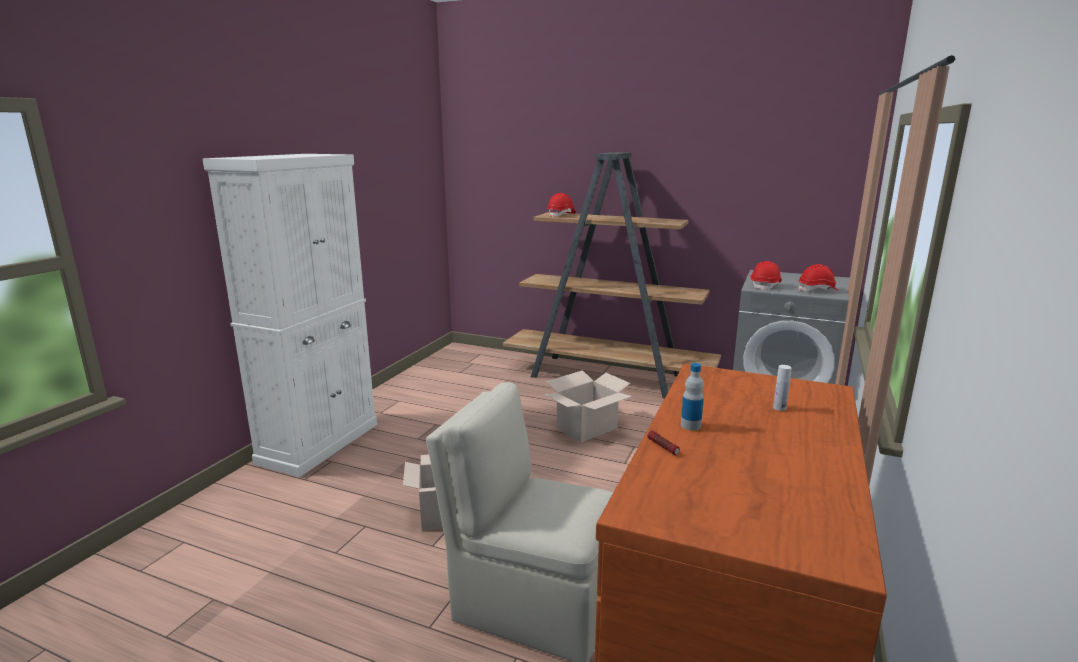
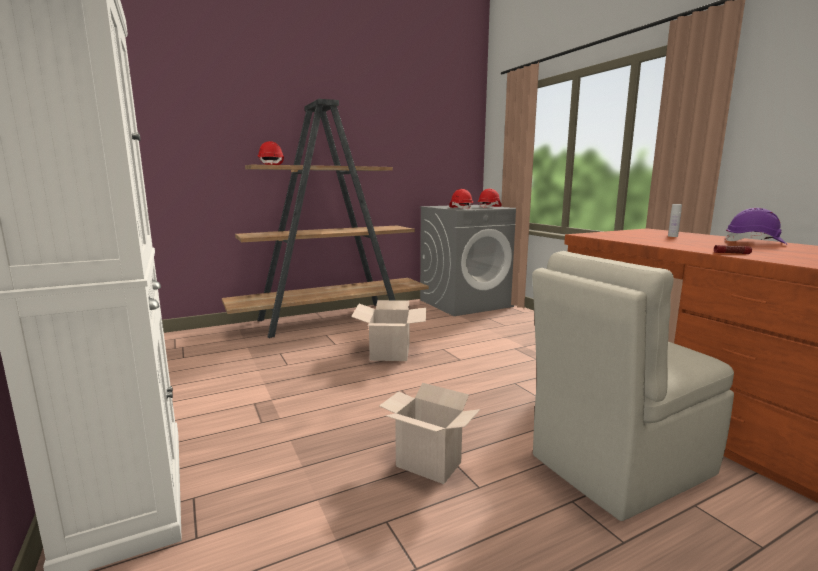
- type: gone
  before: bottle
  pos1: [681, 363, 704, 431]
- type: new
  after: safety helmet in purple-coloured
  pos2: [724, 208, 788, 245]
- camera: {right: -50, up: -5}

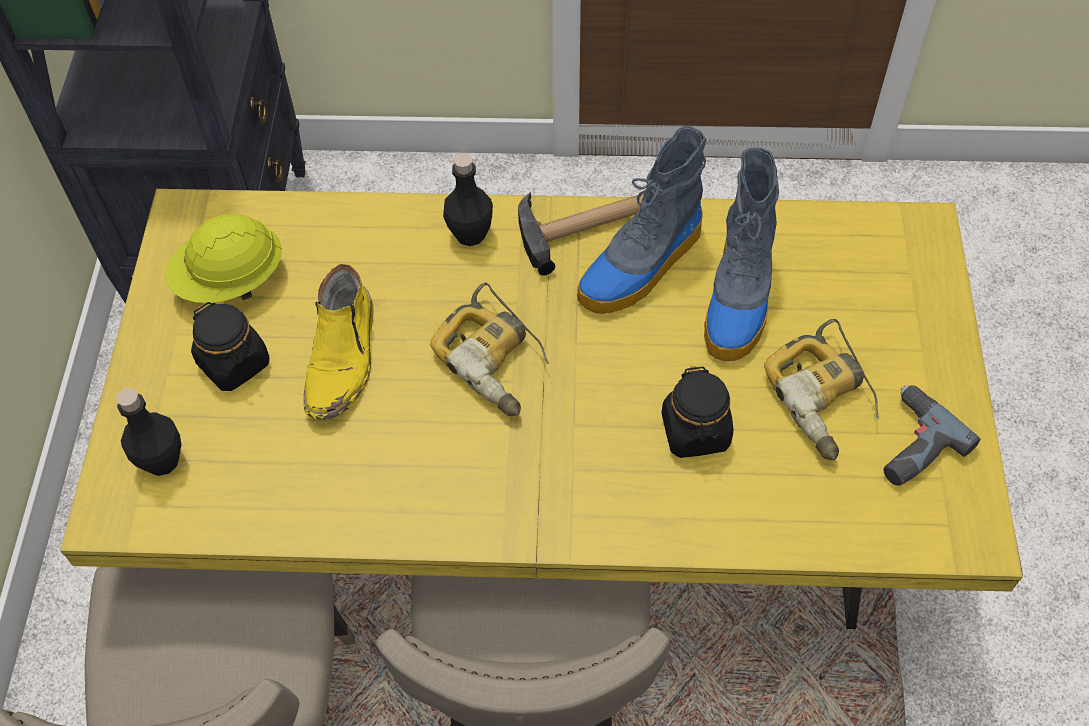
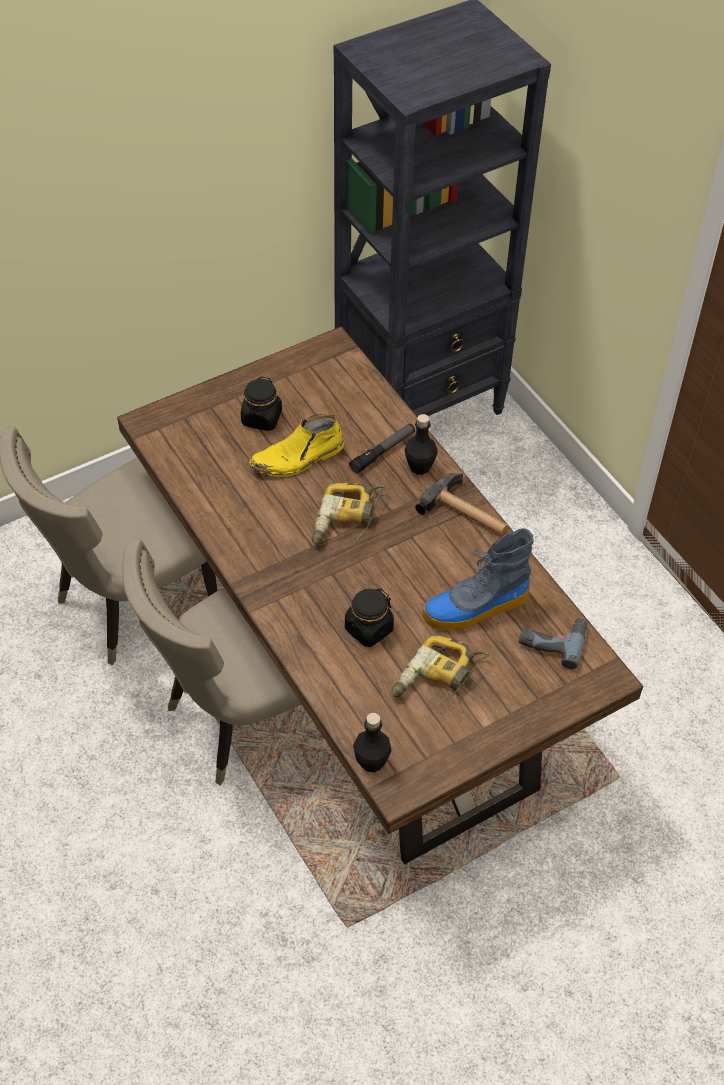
- type: repainted
  before: dining table in yellow-coloured
  after: dining table in brownish
  pos1: [60, 189, 1023, 629]
  pos2: [117, 326, 643, 865]
- type: shifted
  before: bottle in blackish
  pos1: [116, 388, 181, 476]
  pos2: [353, 713, 392, 772]
- type: gone
  before: safety helmet in yellow-coloured
  pos1: [165, 214, 282, 303]
- type: gone
  before: boot
  pos1: [577, 126, 706, 314]
- type: shifted
  before: drill
  pos1: [884, 385, 981, 486]
  pos2: [519, 618, 587, 669]
- type: new
  after: flashlight
  pos2: [349, 424, 415, 474]
- camera: {right: 55, up: -5}

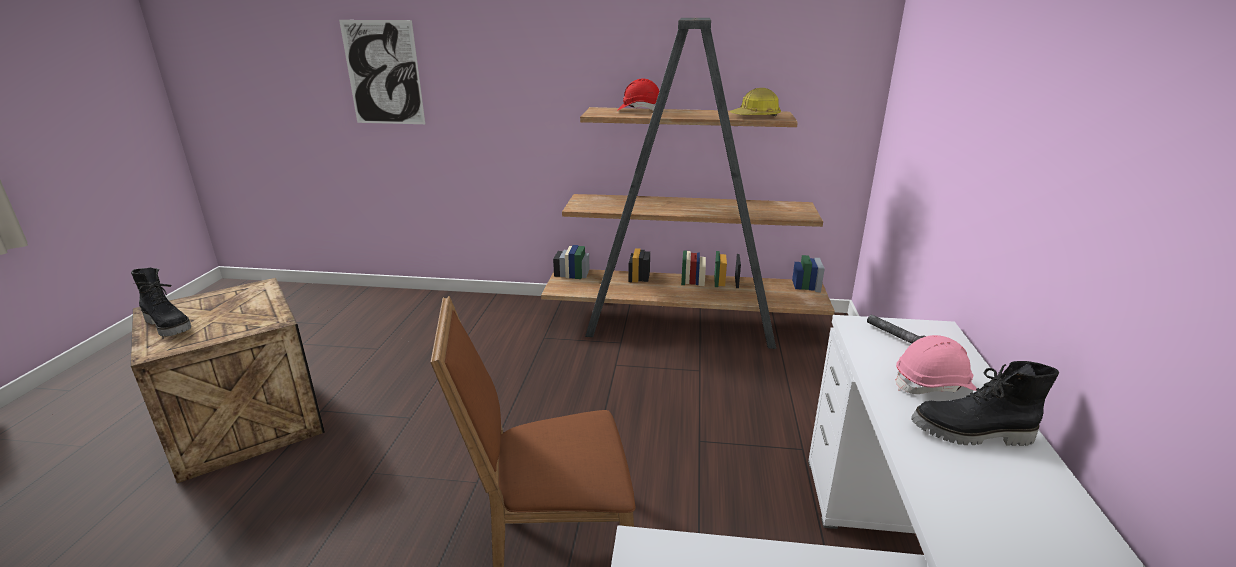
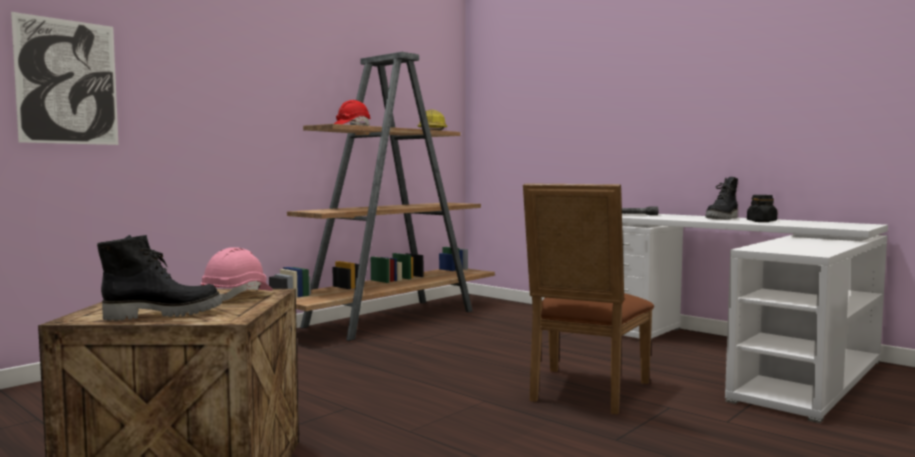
- type: shifted
  before: safety helmet in pink-coloured
  pos1: [895, 335, 977, 394]
  pos2: [201, 247, 273, 301]
- type: new
  after: jar in blackish
  pos2: [747, 195, 777, 222]
- camera: {right: -55, up: -20}

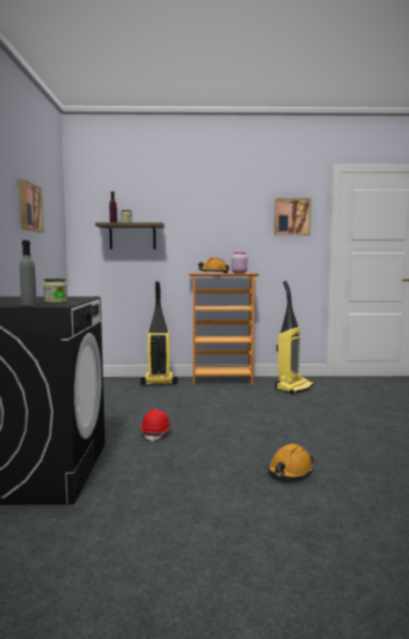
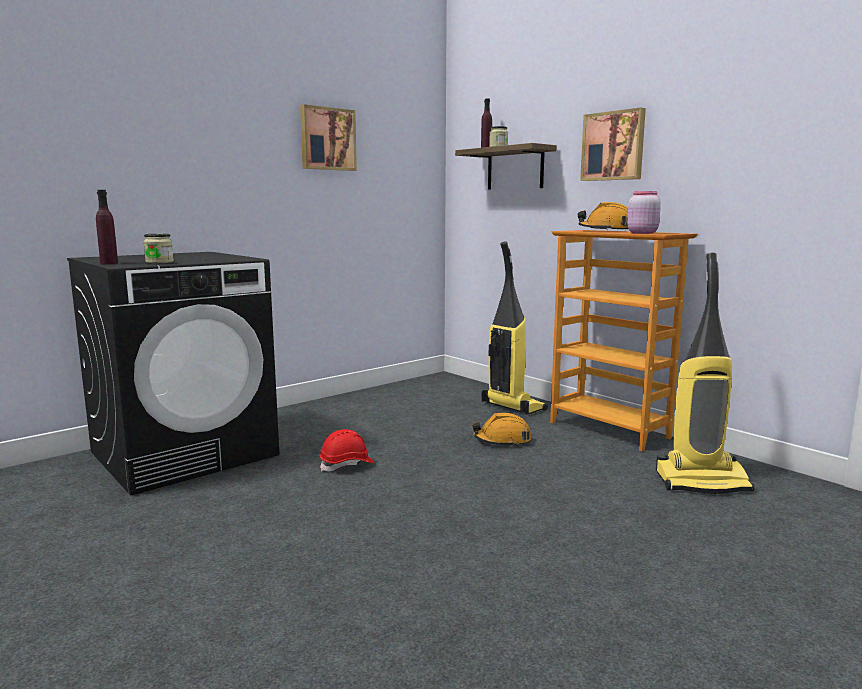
- type: repainted
  before: bottle in greyish
  after: bottle in purple-coloured
  pos1: [20, 240, 37, 306]
  pos2: [96, 190, 118, 264]
- type: shifted
  before: safety helmet in orange
  pos1: [268, 444, 314, 479]
  pos2: [472, 413, 531, 447]
- type: shifted
  before: wall art
  pos1: [274, 198, 311, 235]
  pos2: [580, 107, 646, 181]
- camera: {right: 50, up: 5}

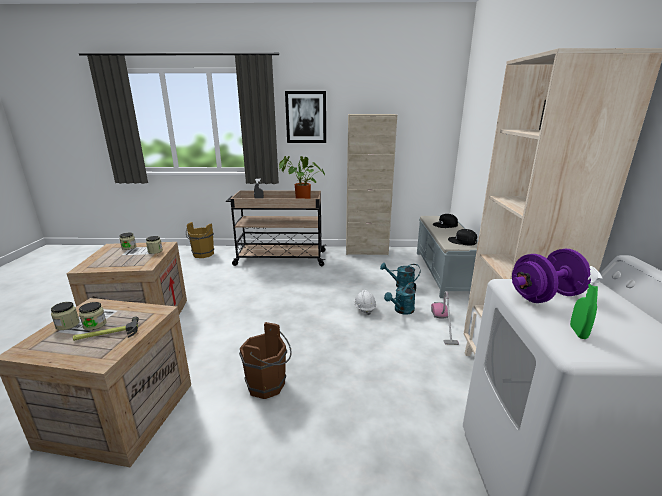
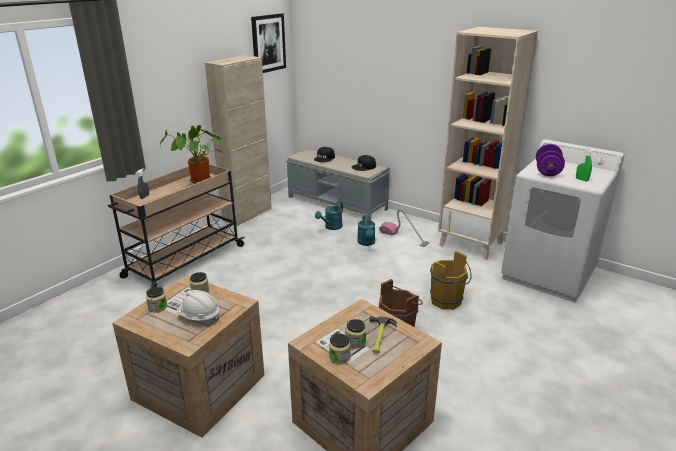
- type: shifted
  before: water bucket in brownish
  pos1: [186, 222, 214, 258]
  pos2: [430, 251, 472, 310]
- type: shifted
  before: wall art
  pos1: [285, 91, 326, 143]
  pos2: [251, 13, 286, 73]
- type: shifted
  before: safety helmet in whitish
  pos1: [354, 290, 376, 315]
  pos2: [177, 290, 219, 322]
- camera: {right: -55, up: 5}

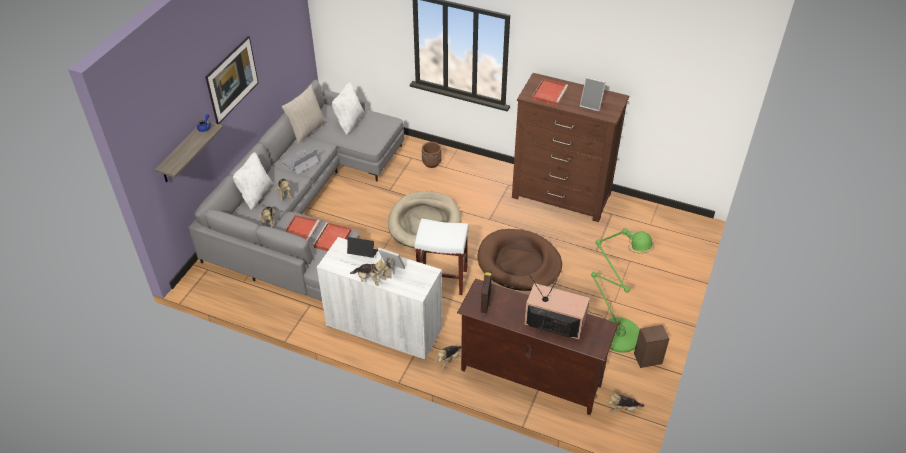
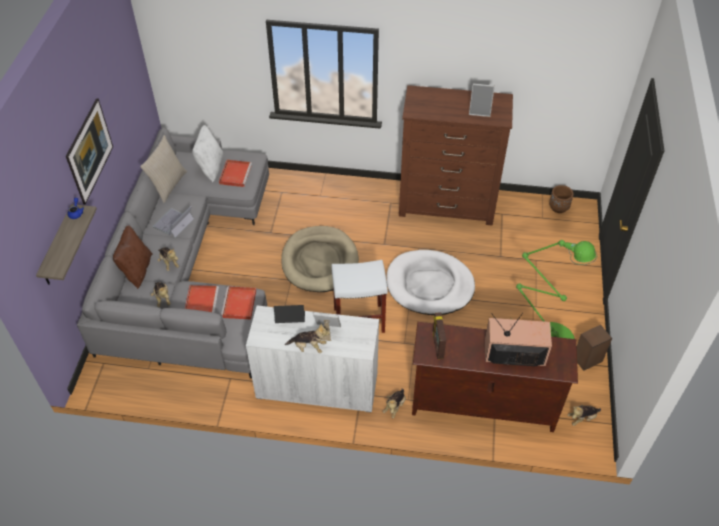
- type: repainted
  before: pillow in whitish
  after: pillow in brownish
  pos1: [233, 152, 273, 210]
  pos2: [113, 225, 153, 289]
- type: shifted
  before: planter in brownish
  pos1: [422, 142, 442, 168]
  pos2: [549, 185, 574, 213]
- type: repainted
  before: dog bed in brownish
  after: dog bed in whitish
  pos1: [478, 229, 562, 291]
  pos2: [386, 250, 475, 315]
- type: shifted
  before: carrying tray in red
  pos1: [532, 78, 568, 106]
  pos2: [219, 160, 252, 187]
- camera: {right: -15, up: 5}

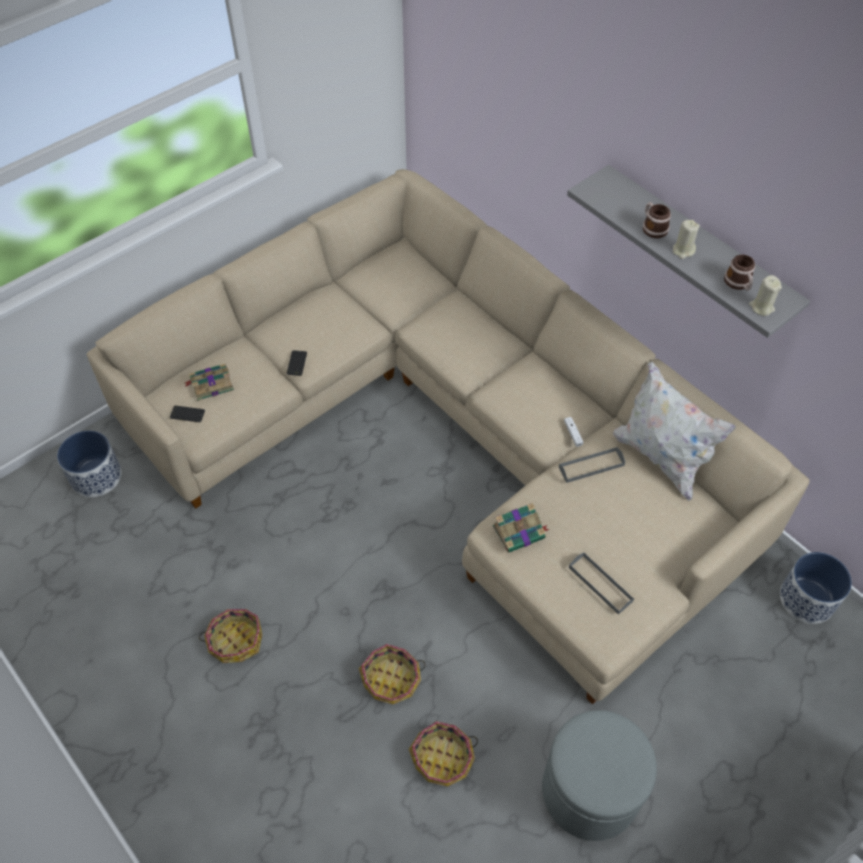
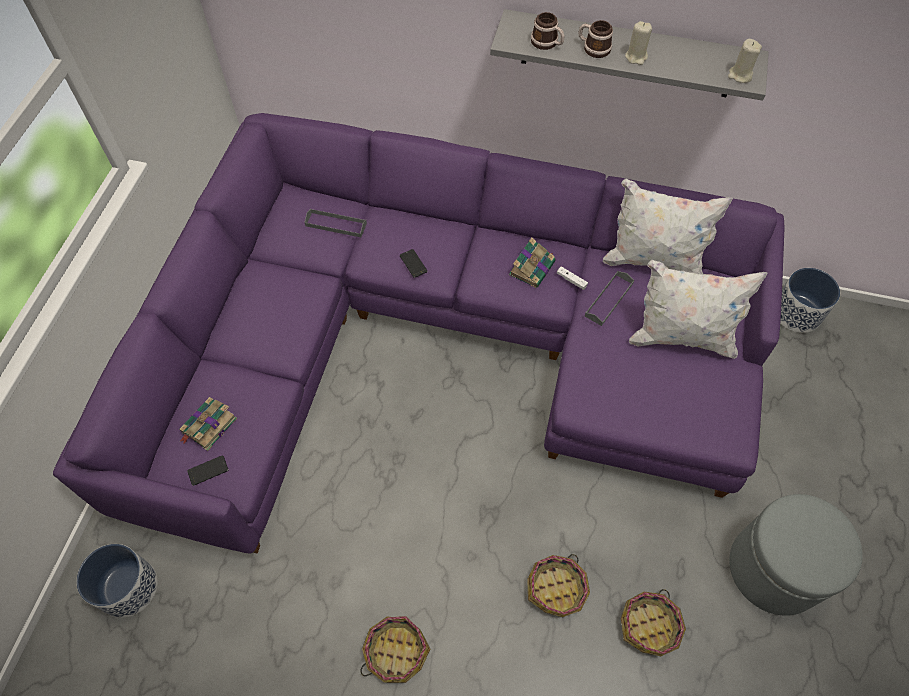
- type: repainted
  before: settee in sand-coloured
  after: settee in purple-coloured
  pos1: [86, 169, 810, 705]
  pos2: [53, 113, 784, 553]
- type: shifted
  before: telephone
  pos1: [287, 350, 307, 376]
  pos2: [400, 249, 428, 278]
- type: shifted
  before: book
  pos1: [493, 503, 550, 553]
  pos2: [509, 237, 556, 288]
- type: shifted
  before: carrying tray in greyish
  pos1: [569, 552, 634, 615]
  pos2: [304, 209, 367, 237]
- type: shifted
  before: coffee mug
  pos1: [724, 255, 755, 291]
  pos2: [531, 12, 564, 50]
- type: new
  after: pillow in whitish
  pos2: [629, 260, 768, 359]
- camera: {right: -35, up: 5}

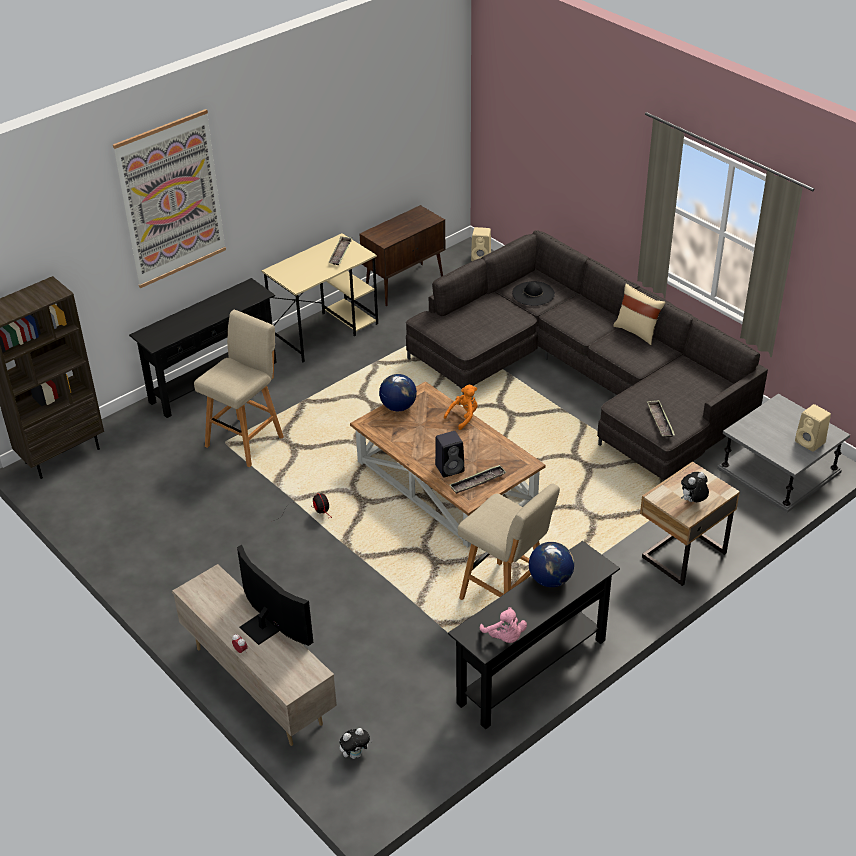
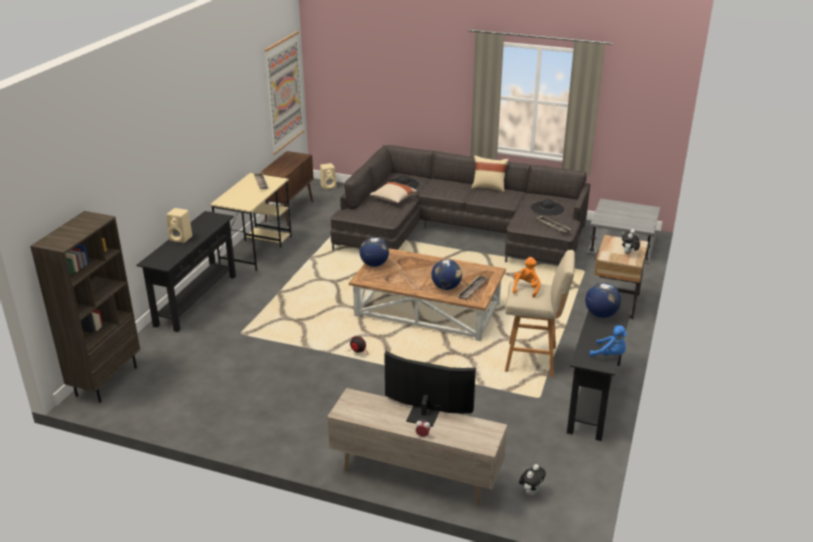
- type: shifted
  before: wall art
  pos1: [113, 109, 226, 288]
  pos2: [264, 31, 305, 155]
- type: gone
  before: sitting stool in sand-coloured
  pos1: [194, 310, 284, 467]
- type: swapped
  before: audio speaker in blackish
  after: world globe
  pos1: [435, 431, 464, 477]
  pos2: [431, 259, 462, 290]
- type: shifted
  before: soft toy in orange
  pos1: [444, 385, 478, 430]
  pos2: [513, 257, 541, 298]
- type: repainted
  before: soft toy in pink-coloured
  after: soft toy in blue
  pos1: [480, 607, 527, 643]
  pos2: [589, 325, 627, 357]
- type: shifted
  before: audio speaker in sand-coloured
  pos1: [795, 404, 831, 452]
  pos2: [166, 208, 193, 243]
- type: new
  after: pillow in sand-coloured
  pos2: [370, 182, 417, 203]
- type: new
  after: wearable hat in blackish
  pos2: [531, 199, 564, 215]
- camera: {right: -30, up: -10}

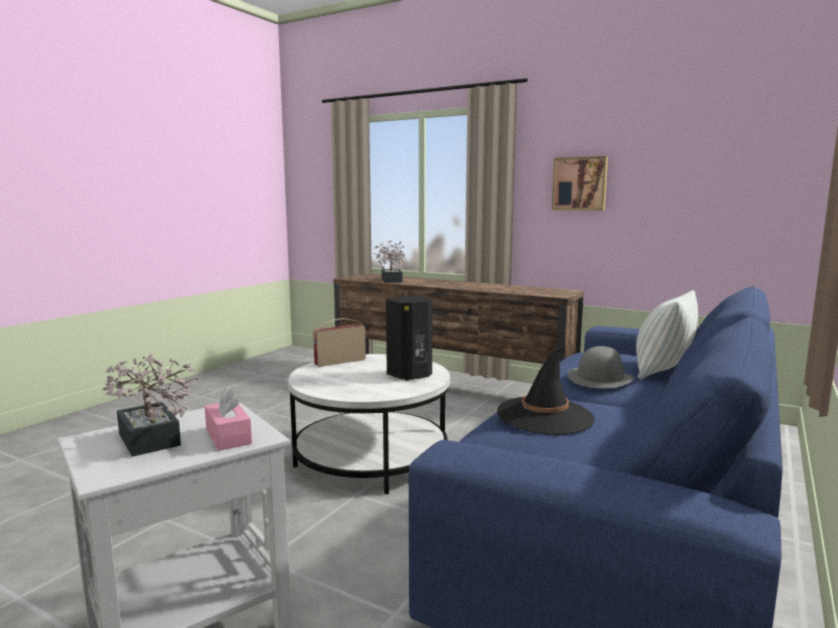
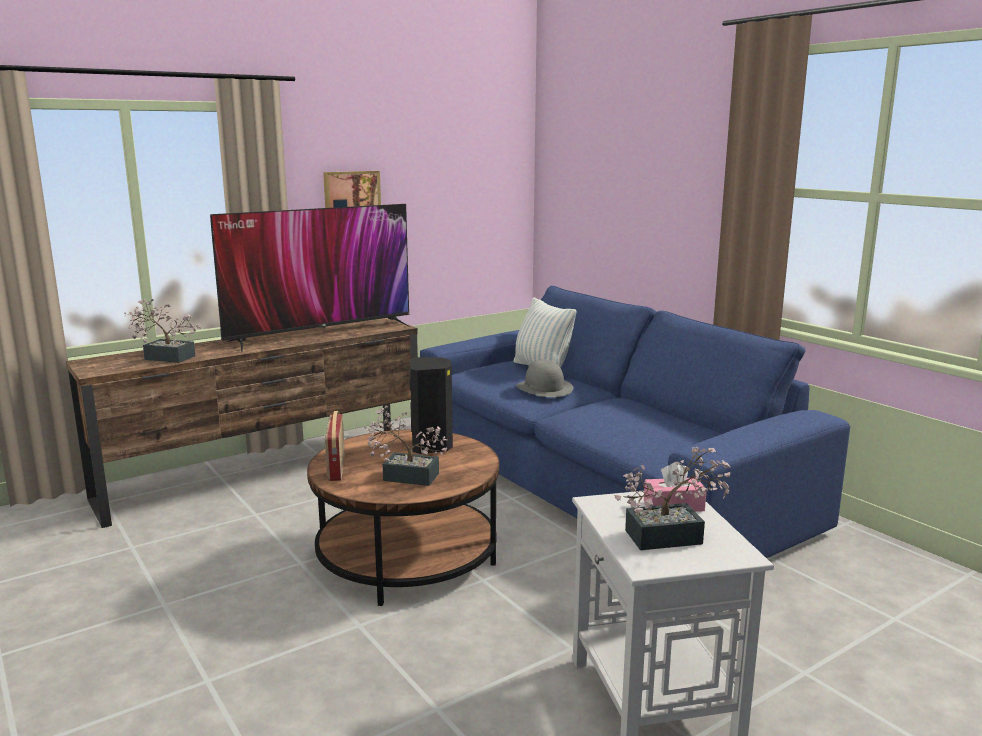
- type: repainted
  before: low table in whitish
  after: low table in brownish
  pos1: [288, 354, 450, 494]
  pos2: [307, 429, 499, 606]
- type: gone
  before: wearable hat in blackish
  pos1: [497, 346, 595, 435]
- type: new
  after: TV set
  pos2: [210, 204, 410, 352]
- type: new
  after: potted plant
  pos2: [364, 405, 448, 486]
- camera: {right: -65, up: 5}

